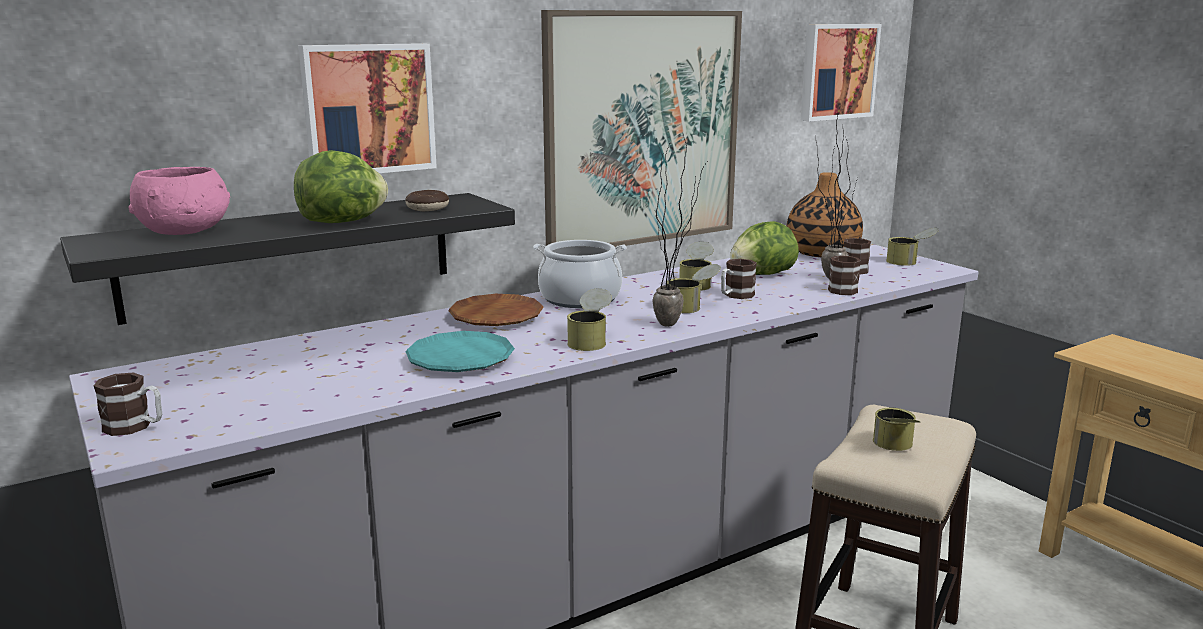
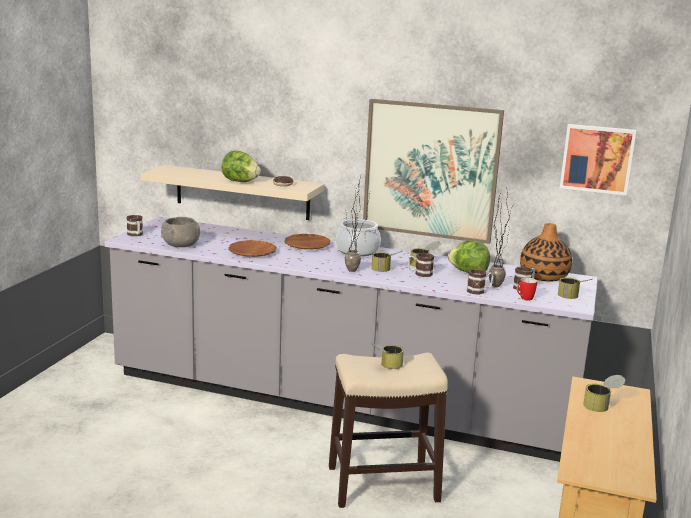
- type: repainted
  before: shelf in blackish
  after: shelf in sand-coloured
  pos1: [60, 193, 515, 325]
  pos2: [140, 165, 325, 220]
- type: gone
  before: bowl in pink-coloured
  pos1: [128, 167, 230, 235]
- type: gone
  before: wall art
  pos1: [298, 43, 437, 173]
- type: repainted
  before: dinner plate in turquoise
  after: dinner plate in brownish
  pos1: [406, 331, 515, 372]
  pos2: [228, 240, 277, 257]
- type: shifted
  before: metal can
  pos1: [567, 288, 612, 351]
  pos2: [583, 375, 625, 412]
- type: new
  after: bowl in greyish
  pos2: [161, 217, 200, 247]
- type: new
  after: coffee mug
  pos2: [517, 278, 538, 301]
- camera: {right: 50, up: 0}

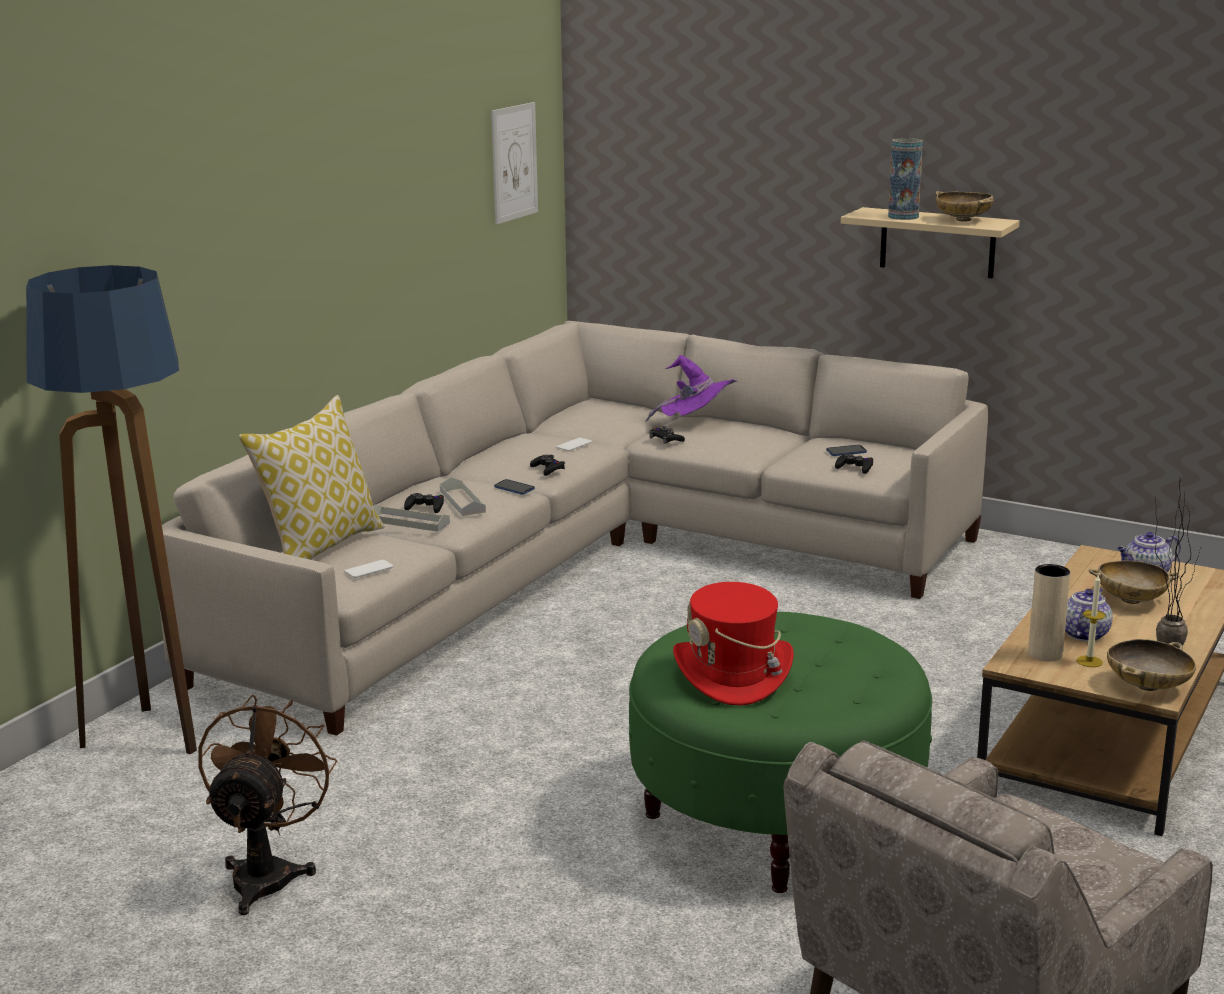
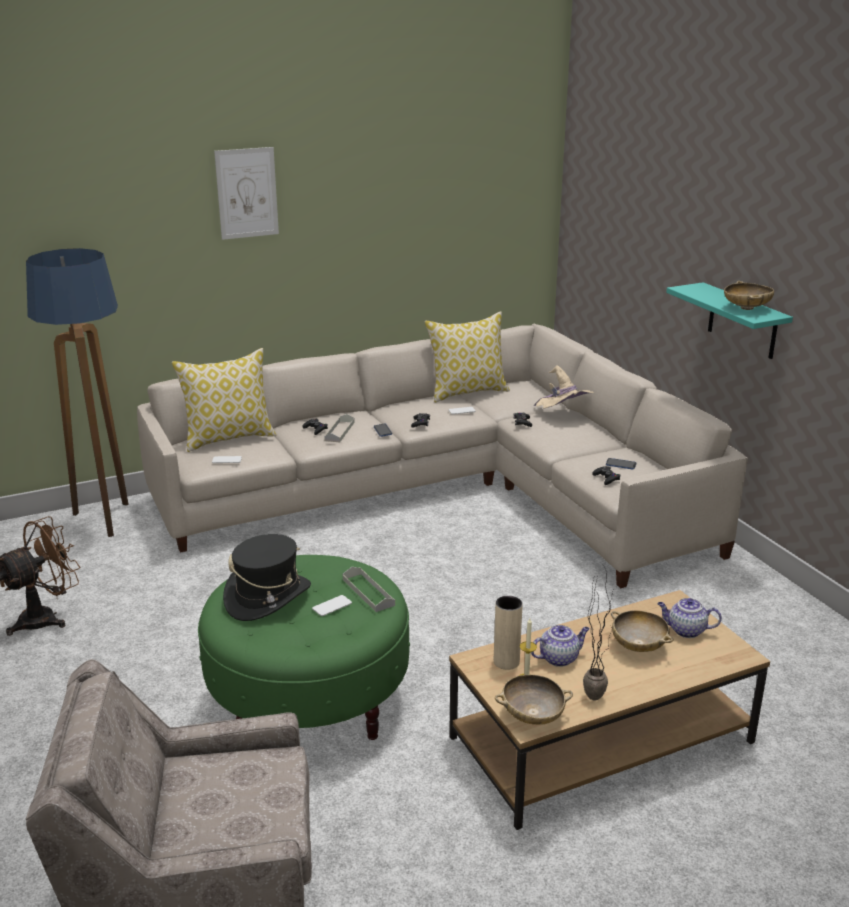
- type: shifted
  before: carrying tray in greyish
  pos1: [373, 504, 450, 532]
  pos2: [343, 567, 395, 612]
- type: shifted
  before: wall art
  pos1: [491, 102, 538, 224]
  pos2: [214, 147, 279, 240]
- type: repainted
  before: wearable hat in purple-coloured
  after: wearable hat in sand-coloured
  pos1: [645, 355, 737, 422]
  pos2: [534, 365, 594, 409]
- type: repainted
  before: wearable hat in red
  after: wearable hat in blackish
  pos1: [673, 582, 794, 706]
  pos2: [223, 534, 311, 621]
- type: repainted
  before: shelf in sand-coloured
  after: shelf in turquoise
  pos1: [841, 207, 1020, 278]
  pos2: [666, 282, 793, 359]
- type: gone
  before: vase
  pos1: [888, 138, 923, 220]
- type: new
  after: telephone
  pos2: [312, 595, 352, 616]
- type: new
  after: pillow
  pos2: [425, 312, 510, 403]
- camera: {right: 35, up: 5}

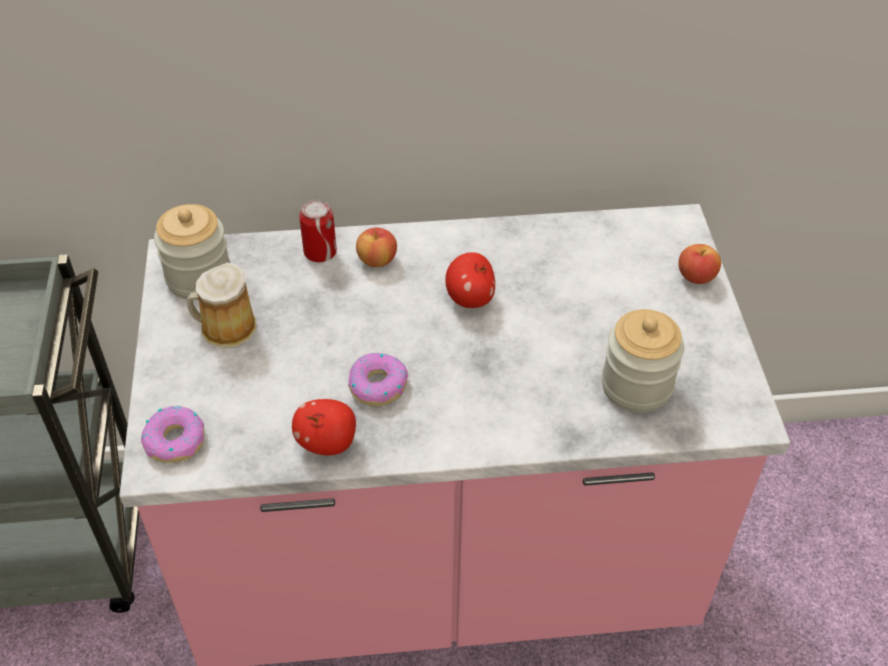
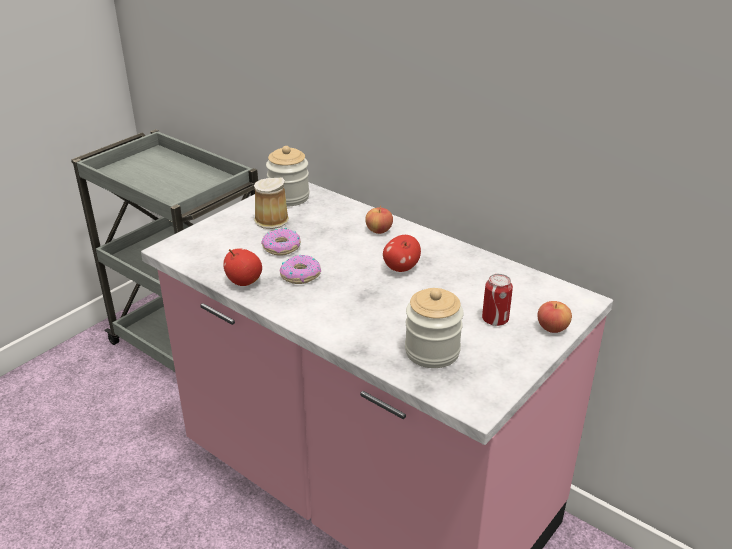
- type: shifted
  before: doughnut
  pos1: [141, 406, 204, 463]
  pos2: [261, 228, 301, 255]
- type: shifted
  before: metal can
  pos1: [299, 199, 337, 262]
  pos2: [482, 274, 513, 326]
- camera: {right: 45, up: -15}

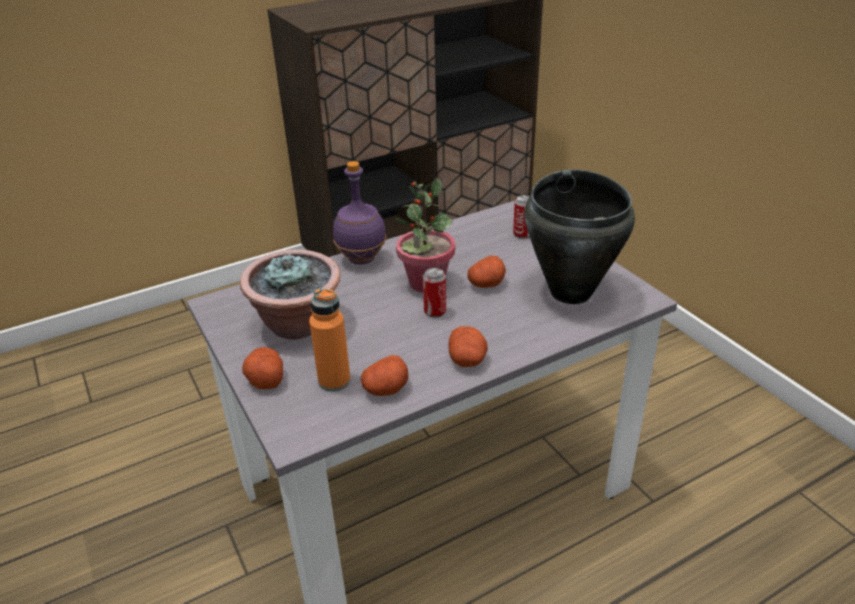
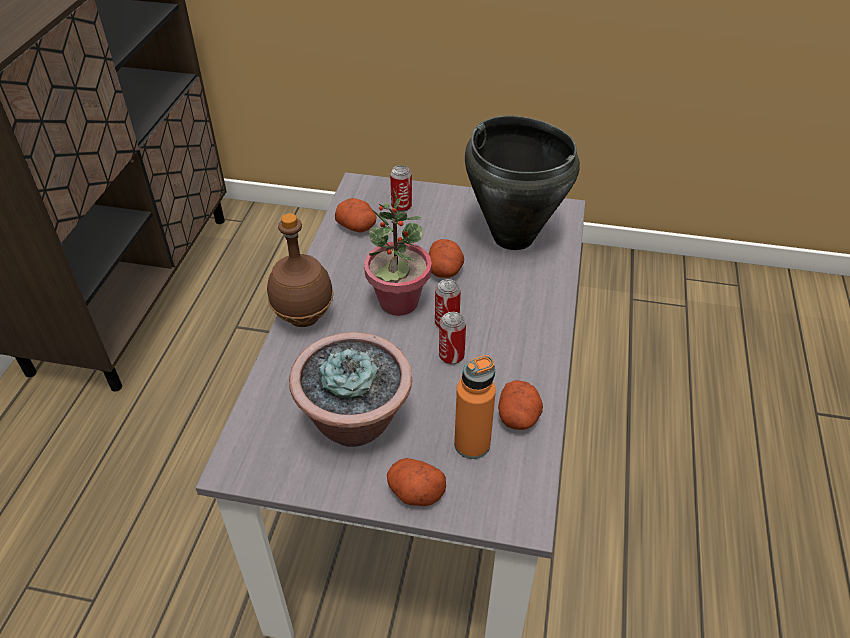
- type: repainted
  before: bottle in purple-coloured
  after: bottle in brownish
  pos1: [333, 161, 386, 264]
  pos2: [267, 213, 334, 327]
- type: shifted
  before: spud
  pos1: [449, 326, 488, 367]
  pos2: [335, 198, 377, 233]
- type: new
  after: metal can
  pos2: [439, 312, 466, 365]
- camera: {right: -50, up: 10}

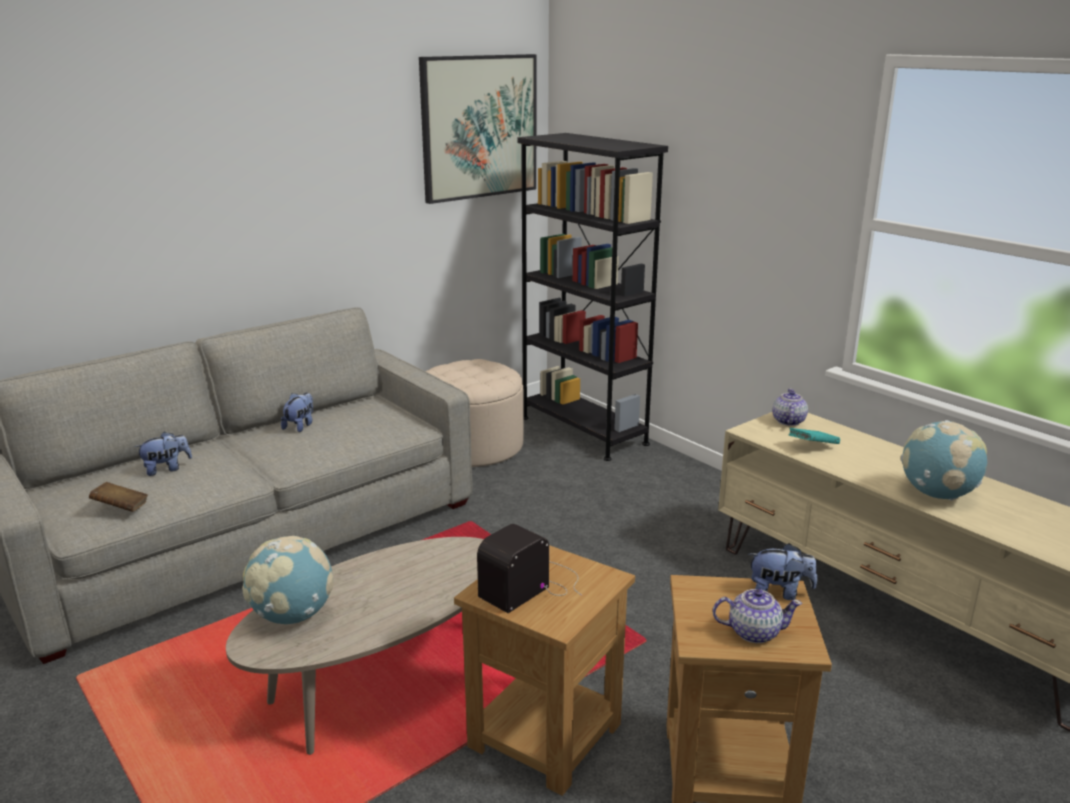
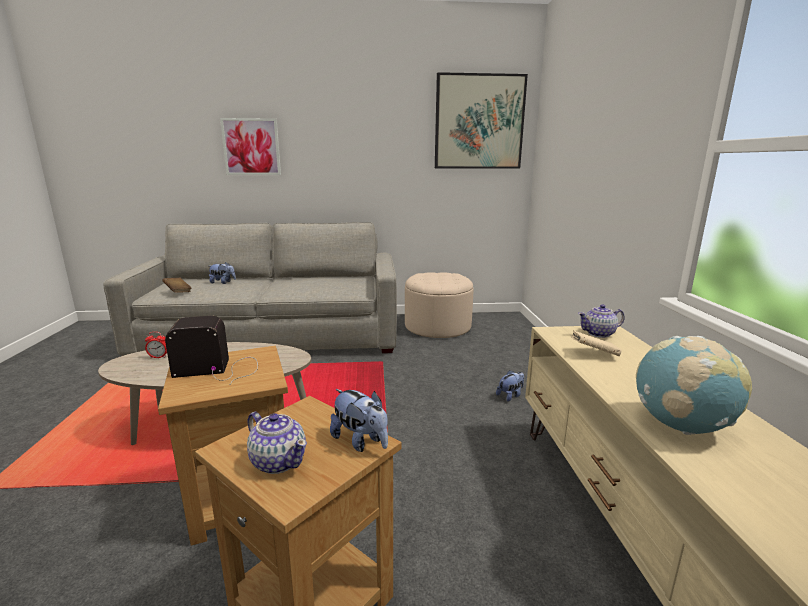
- type: swapped
  before: world globe
  after: table clock
  pos1: [242, 536, 334, 624]
  pos2: [145, 332, 167, 358]
- type: shifted
  before: soft toy
  pos1: [281, 393, 313, 432]
  pos2: [496, 370, 524, 402]
- type: gone
  before: shelving unit in blackish
  pos1: [517, 133, 668, 461]
- type: rotated
  before: pot for tea
  pos1: [772, 389, 808, 426]
  pos2: [578, 304, 625, 338]
  turn: -150
- type: repainted
  before: book in turquoise
  after: book in sand-coloured
  pos1: [788, 428, 840, 444]
  pos2: [571, 330, 622, 356]
- type: new
  after: wall art
  pos2: [220, 118, 281, 175]
- camera: {right: 35, up: -5}

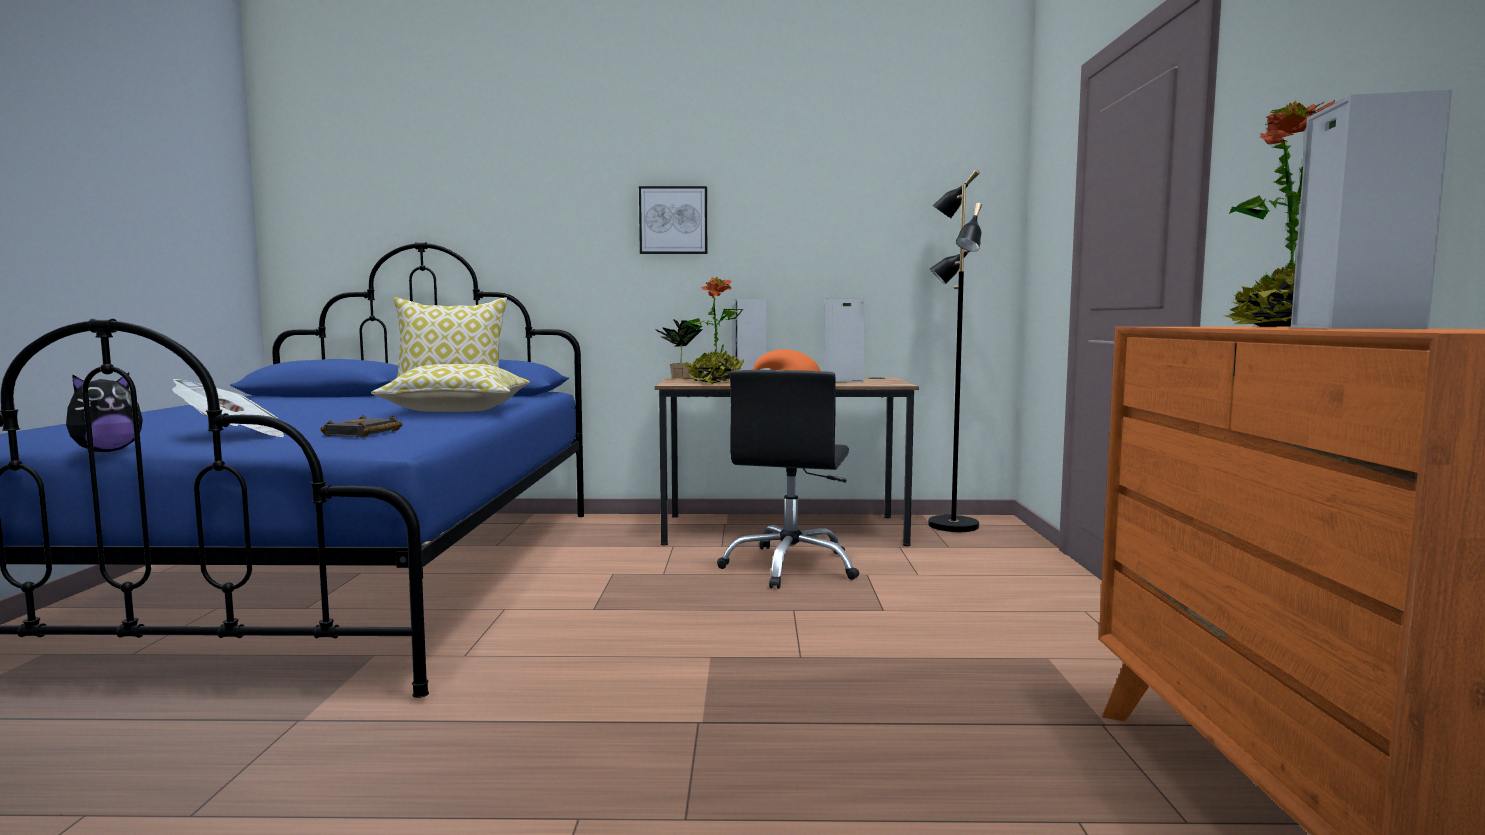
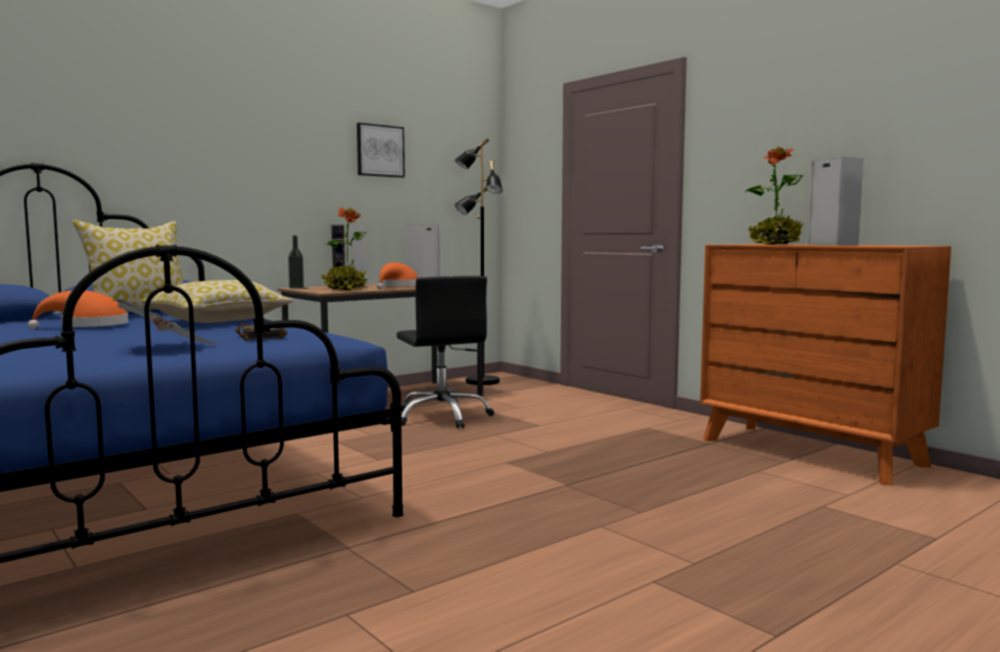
- type: gone
  before: soft toy
  pos1: [66, 372, 143, 452]
- type: shifted
  before: wall art
  pos1: [639, 186, 707, 254]
  pos2: [357, 123, 405, 178]
- type: swapped
  before: potted plant
  after: bottle
  pos1: [656, 319, 703, 379]
  pos2: [288, 236, 304, 289]
- type: new
  after: wearable hat in orange
  pos2: [28, 290, 128, 329]
- camera: {right: -40, up: 0}

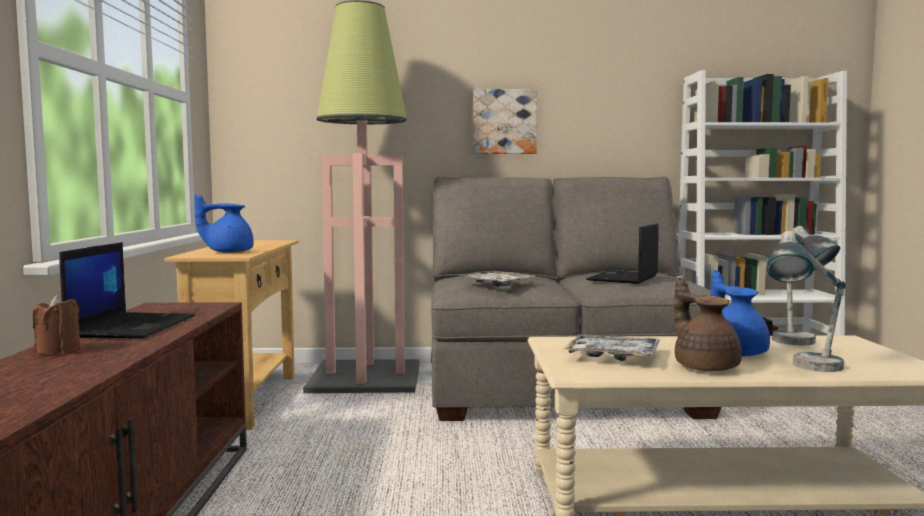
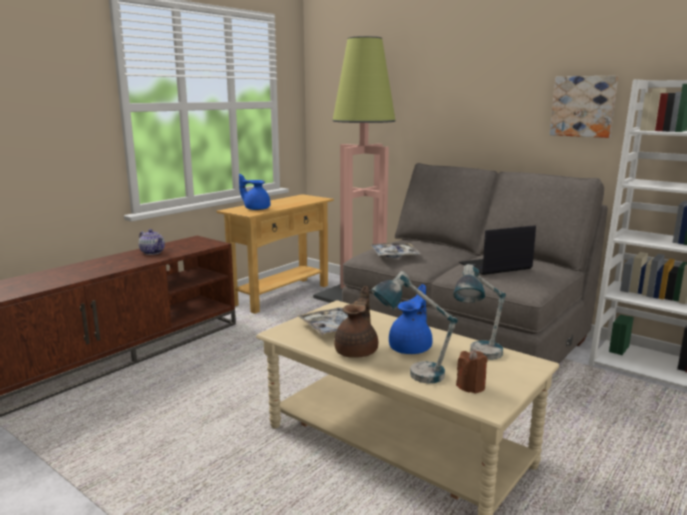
- type: shifted
  before: wax light in brownish
  pos1: [33, 295, 80, 354]
  pos2: [456, 349, 487, 393]
- type: swapped
  before: notebook computer
  after: pot for tea
  pos1: [59, 242, 195, 338]
  pos2: [139, 229, 165, 255]
- type: shifted
  before: wall art
  pos1: [473, 89, 537, 154]
  pos2: [550, 75, 618, 138]
- camera: {right: 40, up: 10}

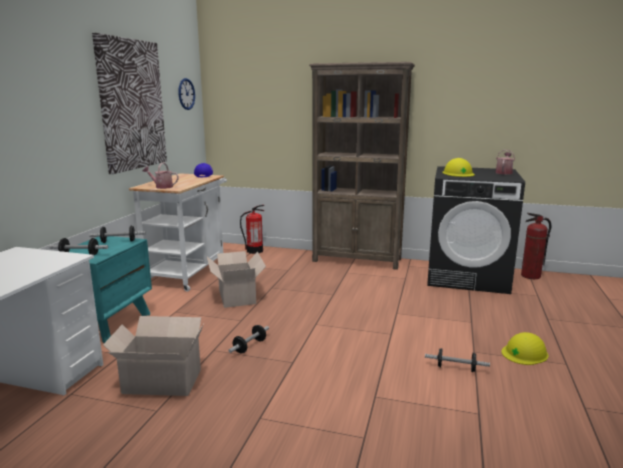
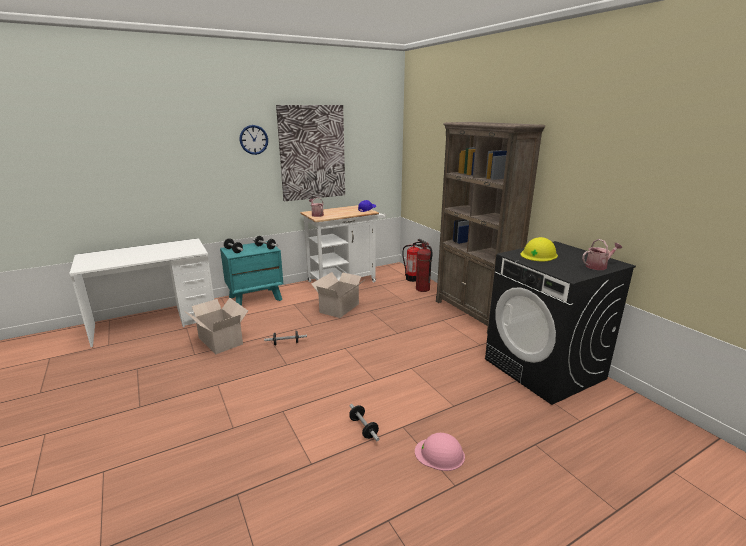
- type: shifted
  before: clock on the wall
  pos1: [178, 78, 195, 110]
  pos2: [240, 125, 268, 155]
- type: repainted
  before: safety helmet in yellow-coloured
  after: safety helmet in pink-coloured
  pos1: [501, 332, 548, 365]
  pos2: [415, 433, 465, 471]
- type: shifted
  before: fire extinguisher
  pos1: [521, 213, 551, 279]
  pos2: [416, 239, 433, 292]
- camera: {right: 45, up: 5}

